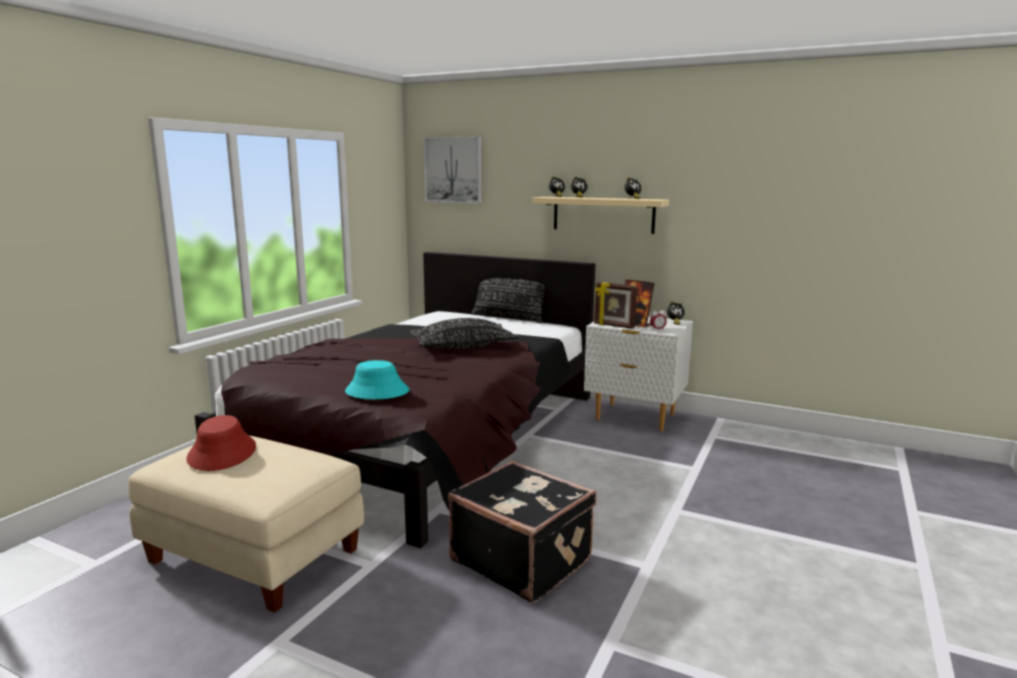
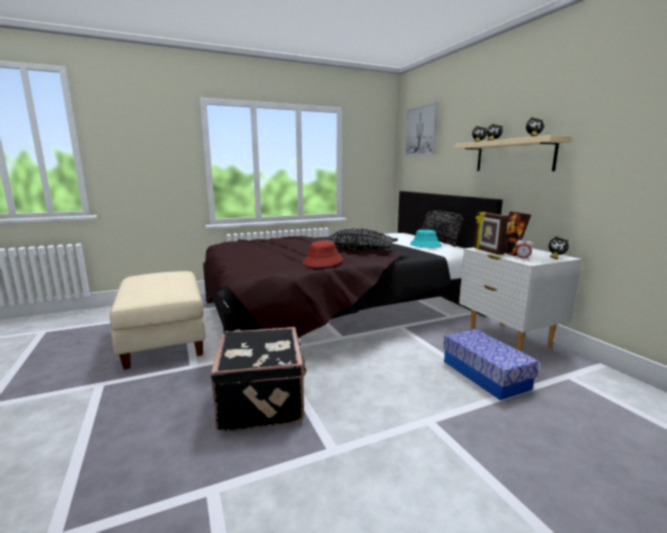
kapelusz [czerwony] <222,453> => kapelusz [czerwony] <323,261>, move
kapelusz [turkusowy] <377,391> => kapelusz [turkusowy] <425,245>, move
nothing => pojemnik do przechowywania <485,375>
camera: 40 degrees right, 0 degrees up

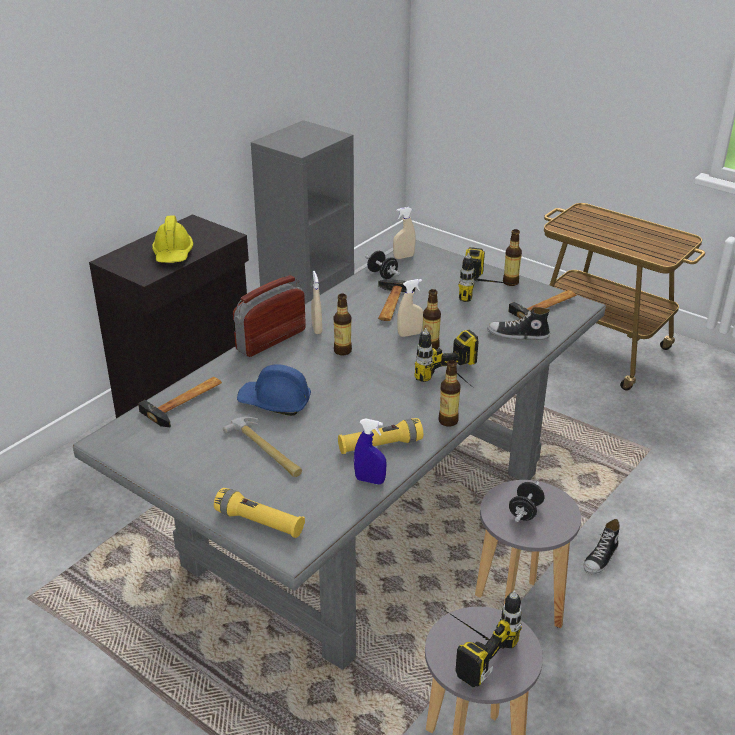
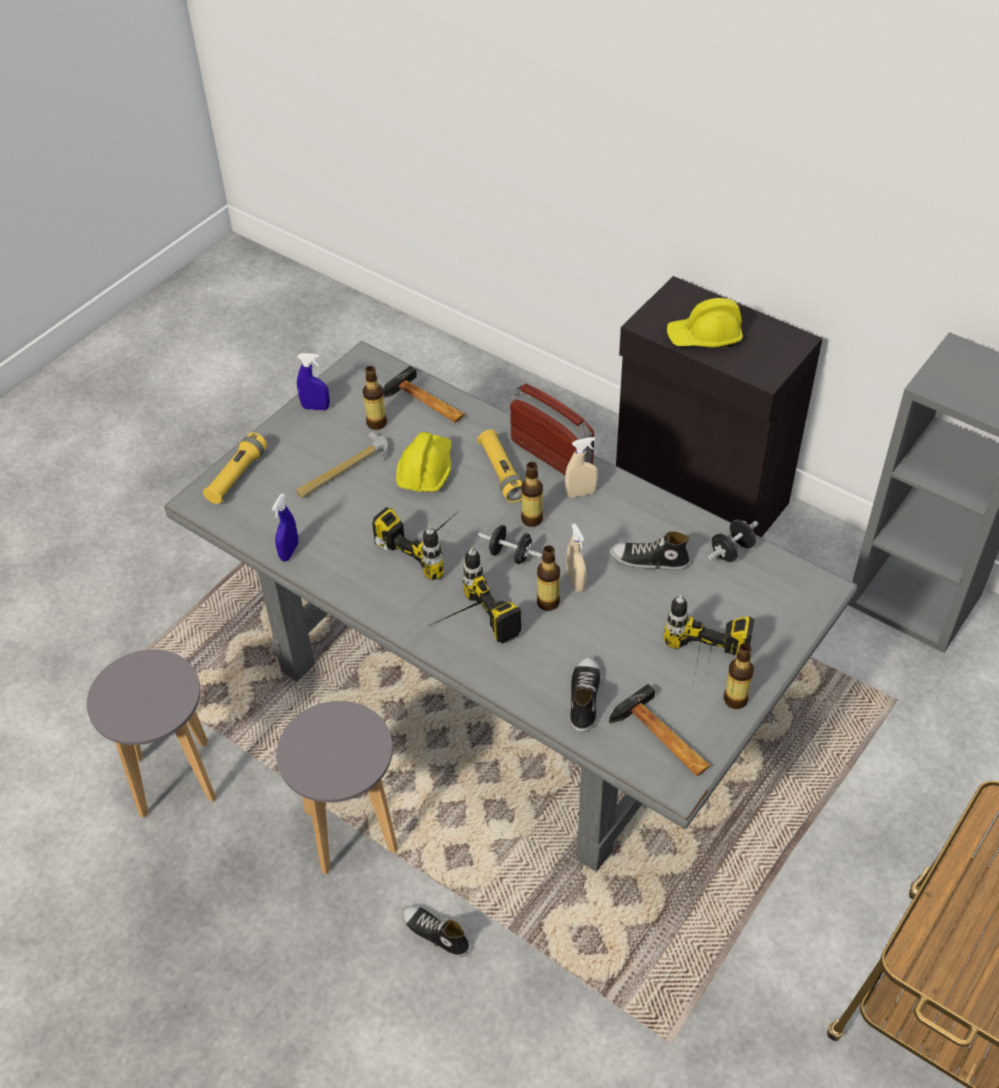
nothing => spryskiwacz [niebieski] <315,407>
butelka <448,421> => butelka <376,423>, move
wiertarka <467,645> => wiertarka <430,544>, move
kask [niebieski] <275,402> => kask [żółty] <425,469>
latarka [żółty] <380,445> => latarka [żółty] <502,473>, move
hantel [czarny] <525,511> => hantel [czarny] <510,555>, move
młotek <389,304> => but <649,561>
spryskiwacz [beżowy] <403,257> => nothing
camera: 90 degrees right, 15 degrees up

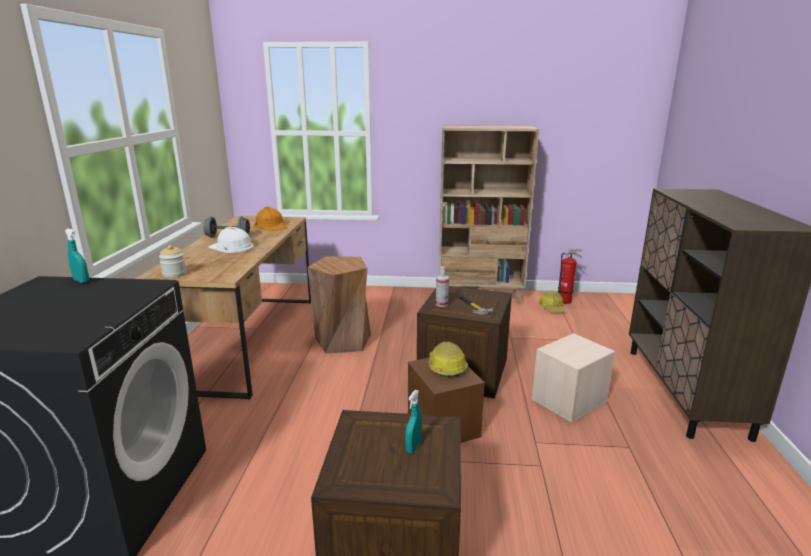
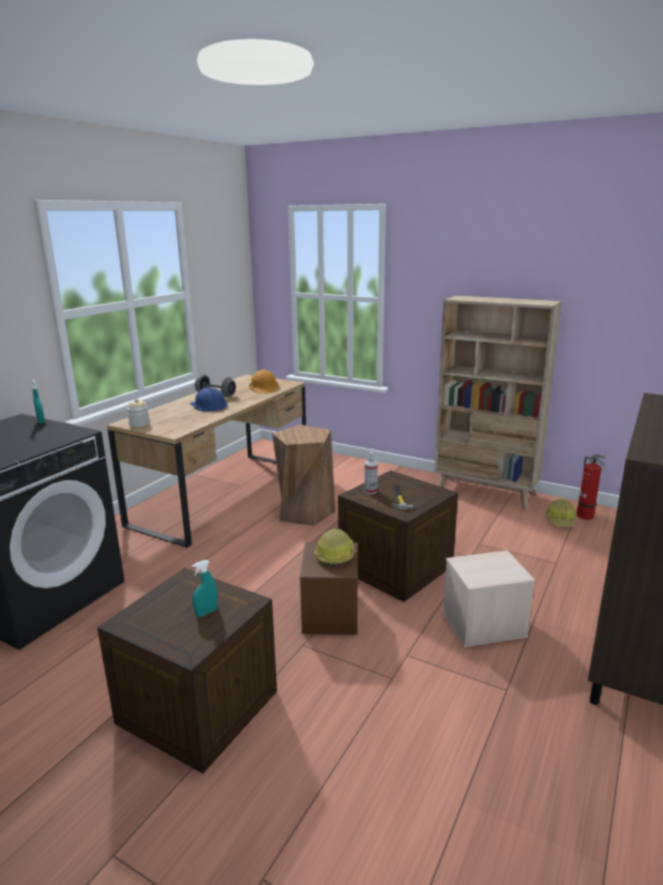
kask [biały] <231,247> => kask [niebieski] <208,405>
camera: 25 degrees right, 0 degrees up

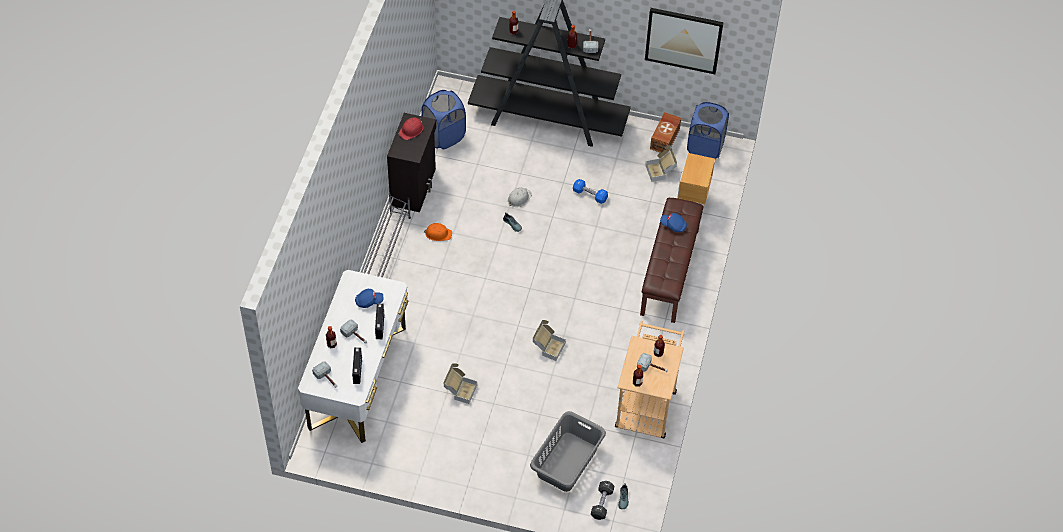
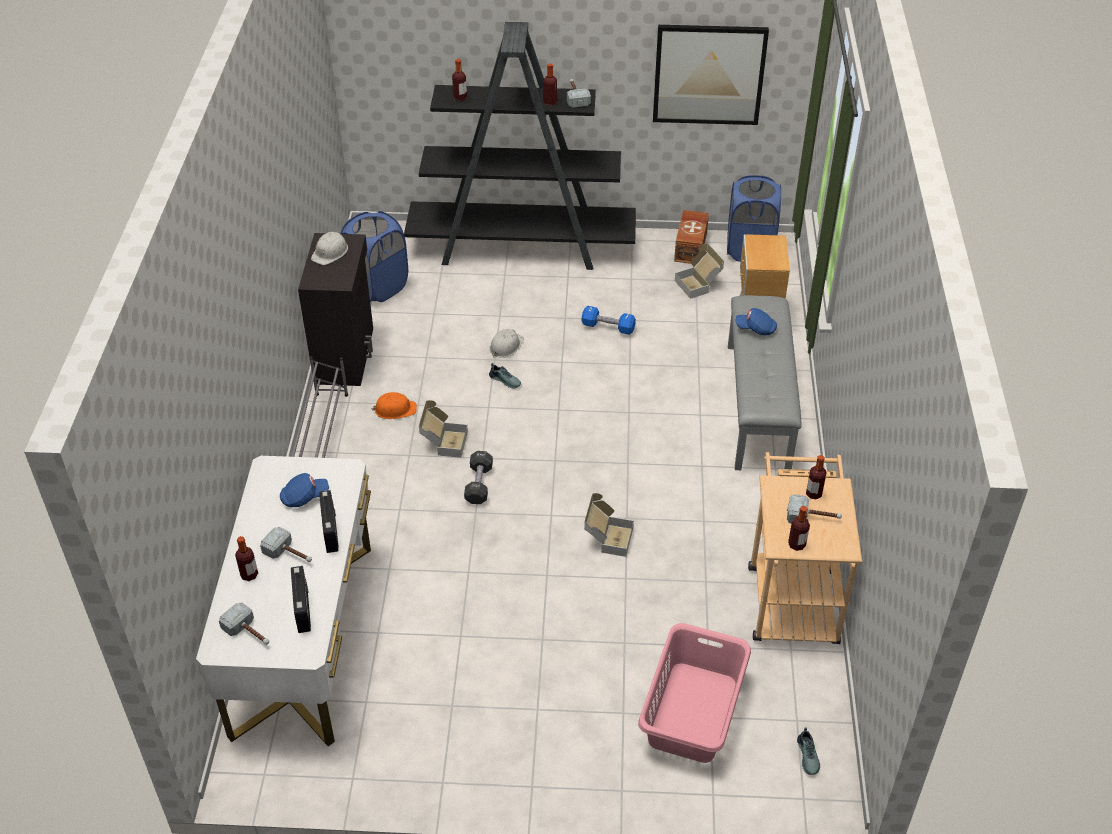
kask [czerwony] <411,130> => kask [biały] <330,252>
karton <459,390> => karton <443,443>, move
hantel [czarny] <602,503> => hantel [czarny] <479,484>, move
kosz na pranie [szary] <566,462> => kosz na pranie [różowy] <691,712>
ławka [brązowy] <670,272> => ławka [szary] <759,406>
camera: 10 degrees left, 10 degrees down

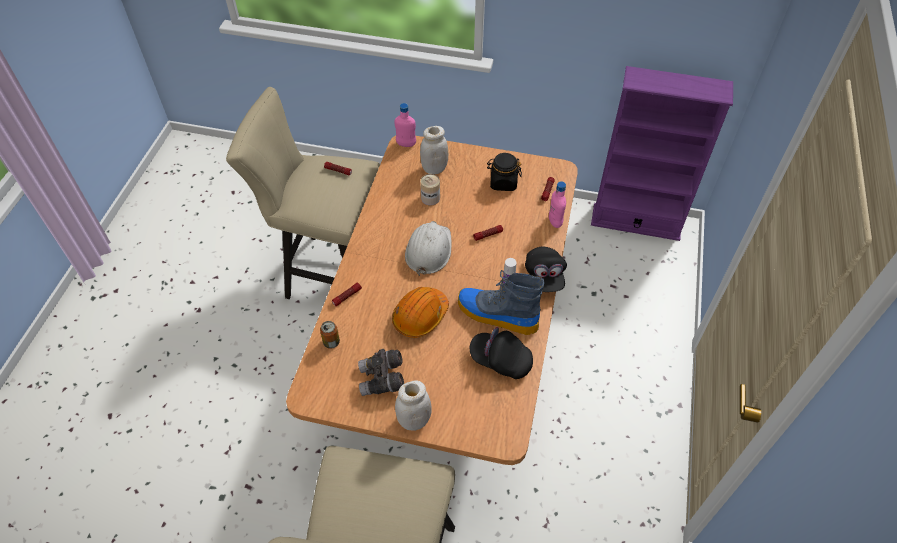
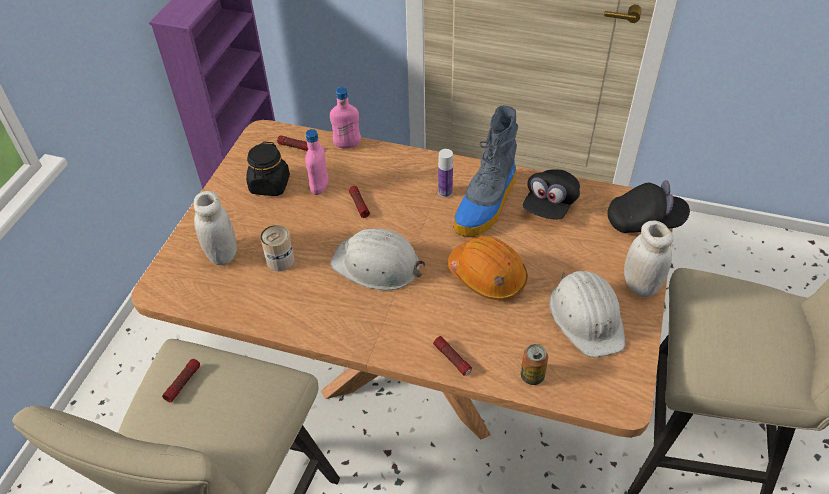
butelka [różowy] <406,144> => butelka [różowy] <320,187>, move
lornetka [szary] <382,379> => kask [biały] <587,317>
czapka z daszkiem [czarny] <544,276> => czapka z daszkiem [czarny] <644,221>, move
camera: 85 degrees left, 5 degrees down

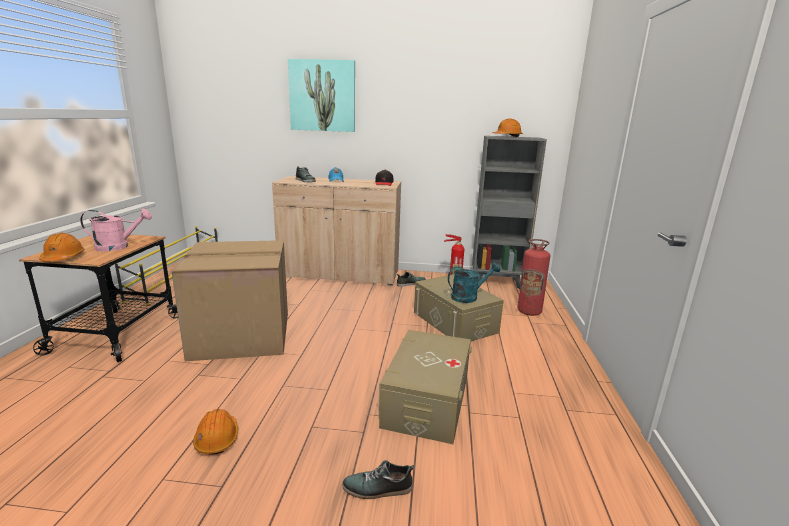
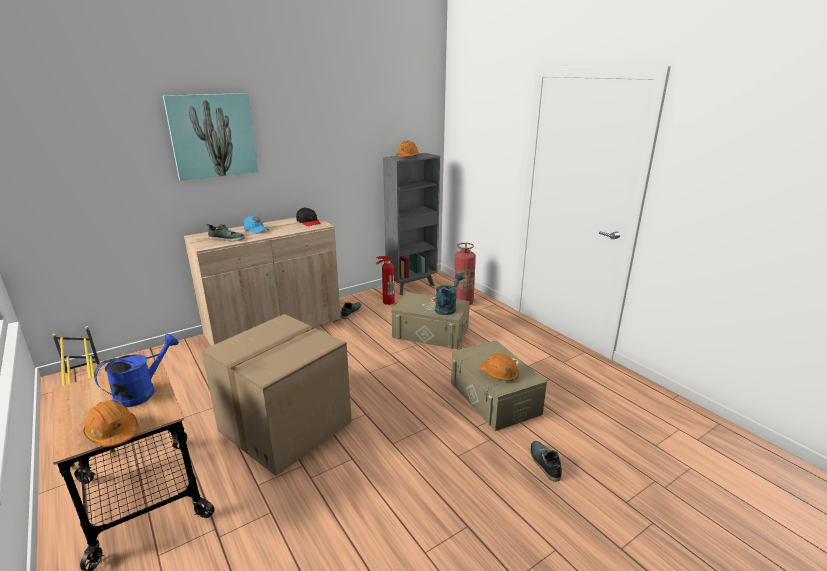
konewka [różowy] <118,247> => konewka [niebieski] <142,392>
kask [pomarańczowy] <217,439> => kask [pomarańczowy] <499,374>, move
but <377,488> => but <544,463>, 120 degrees clockwise
camera: 40 degrees left, 5 degrees up

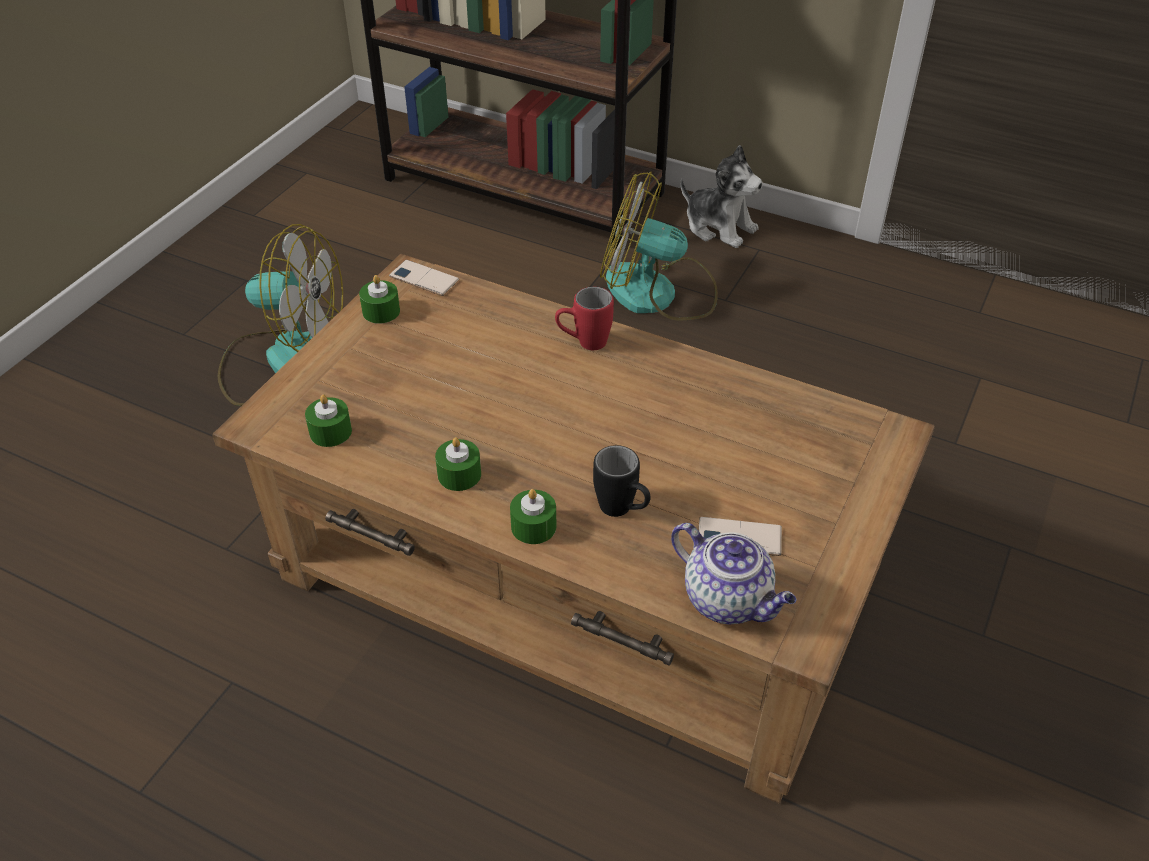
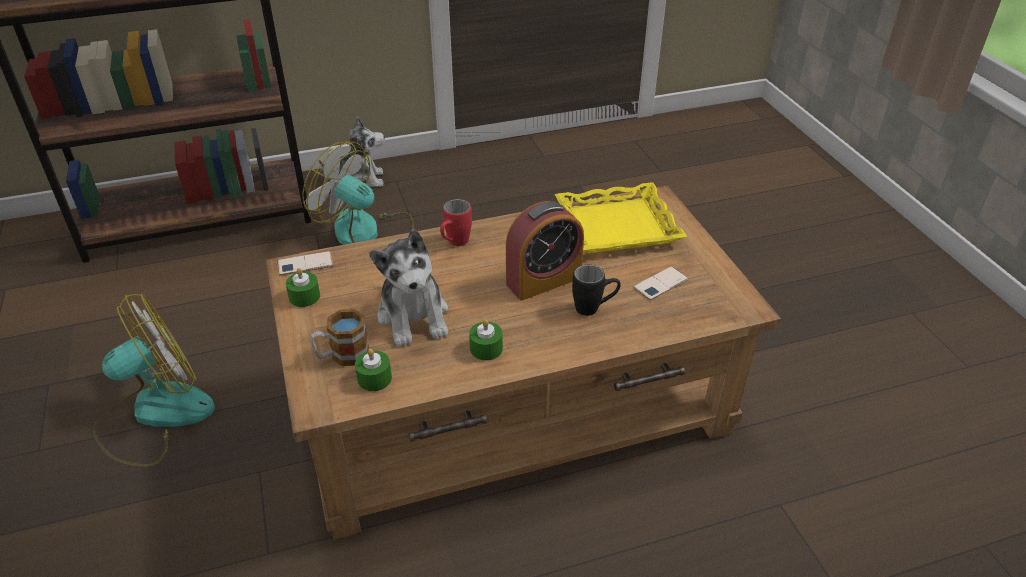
wentylator <657,293> => wentylator <367,233>, 60 degrees clockwise
nothing => kubek <342,355>
nothing => pluszak <414,316>
nothing => budzik <543,280>
nothing => taca [żółty] <617,227>
świeca [zielony] <533,526> => nothing
imbryk <729,600> => nothing
camera: 45 degrees left, 5 degrees down

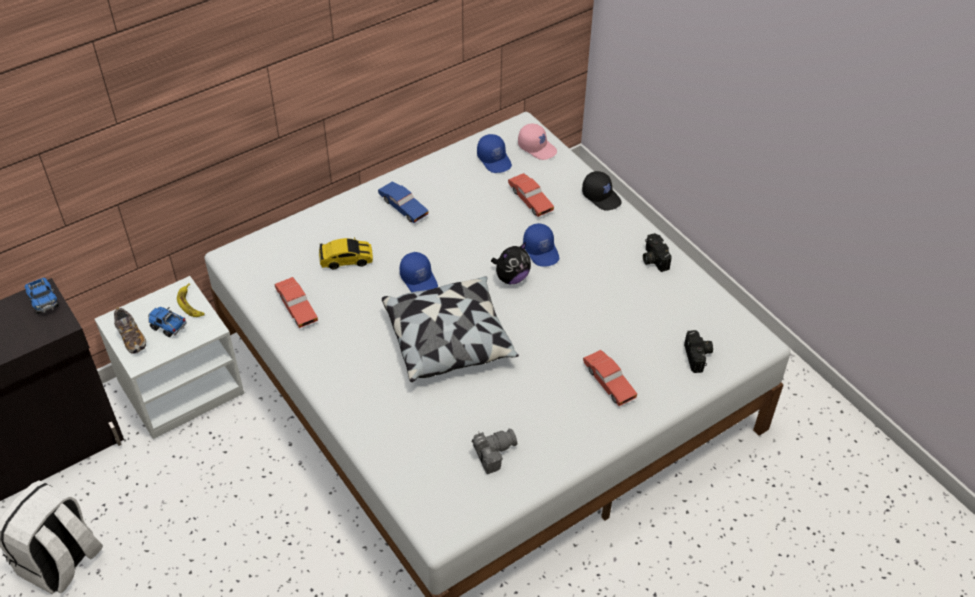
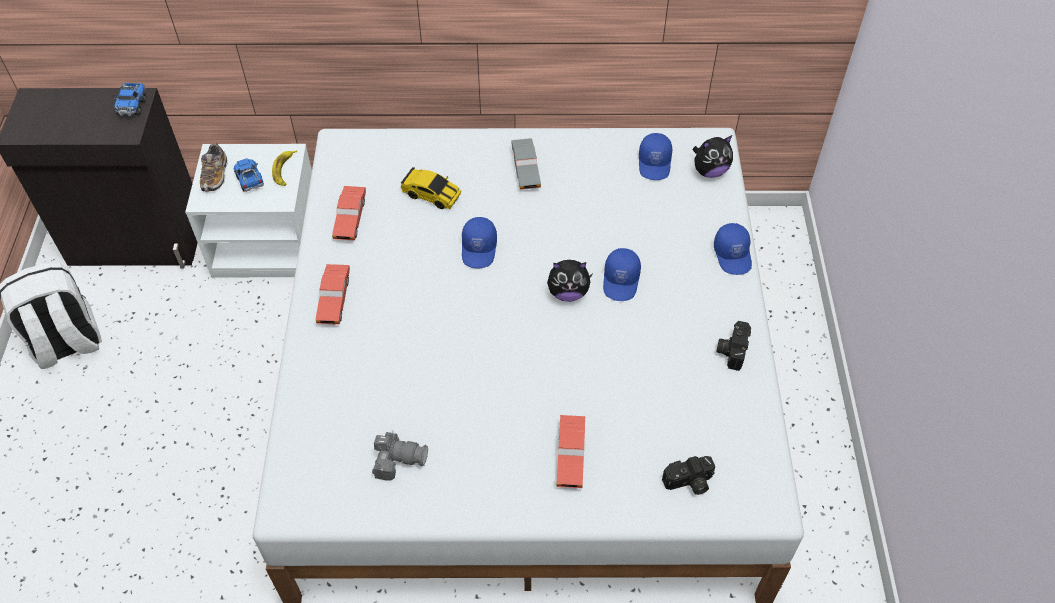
samochodzik [czerwony] <530,200> => samochodzik [czerwony] <334,299>, move
samochodzik [niebieski] <403,207> => samochodzik [szary] <525,169>
aparat fotograficzny <698,356> => aparat fotograficzny <689,483>, 45 degrees clockwise
czapka z daszkiem [różowy] <537,147> => pluszak <709,171>
czapka z daszkiem [czarny] <602,196> => czapka z daszkiem [niebieski] <733,255>
poduszka <449,340> => nothing
camera: 35 degrees right, 5 degrees up

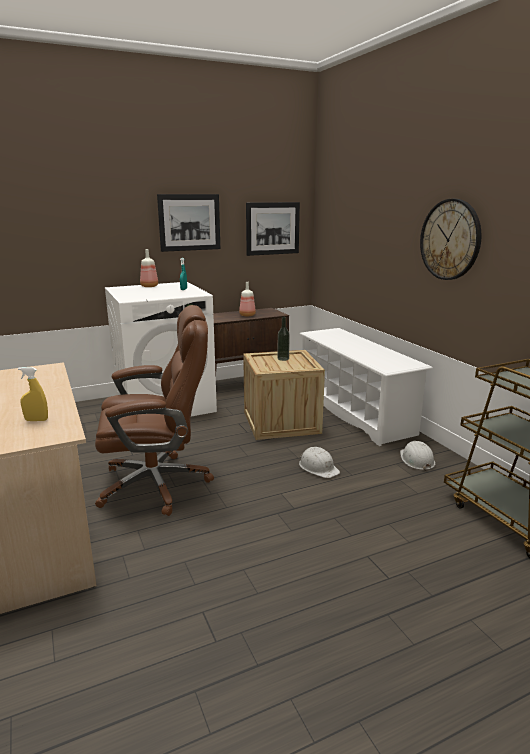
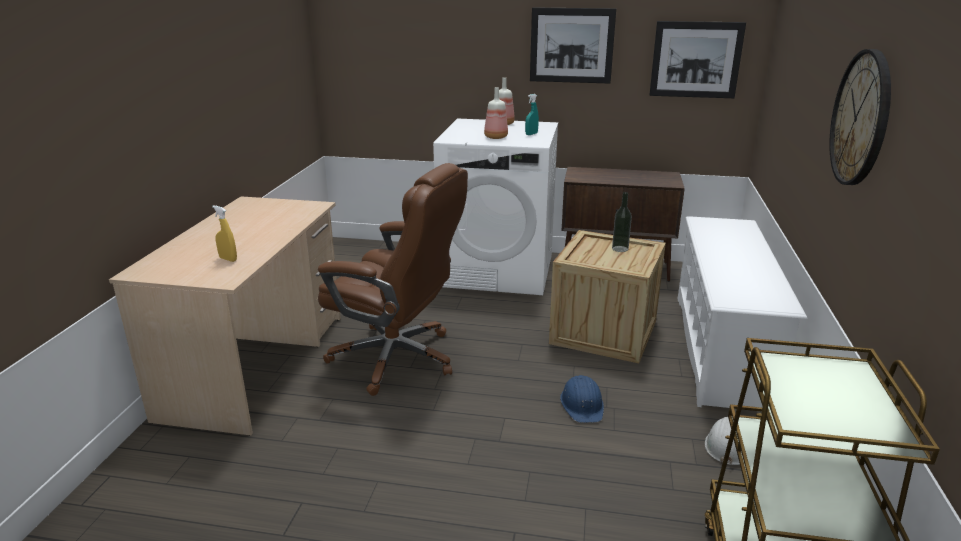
butelka <247,315> => butelka <495,137>, move
kask [biały] <318,467> => kask [niebieski] <582,405>
camera: 35 degrees right, 5 degrees up

